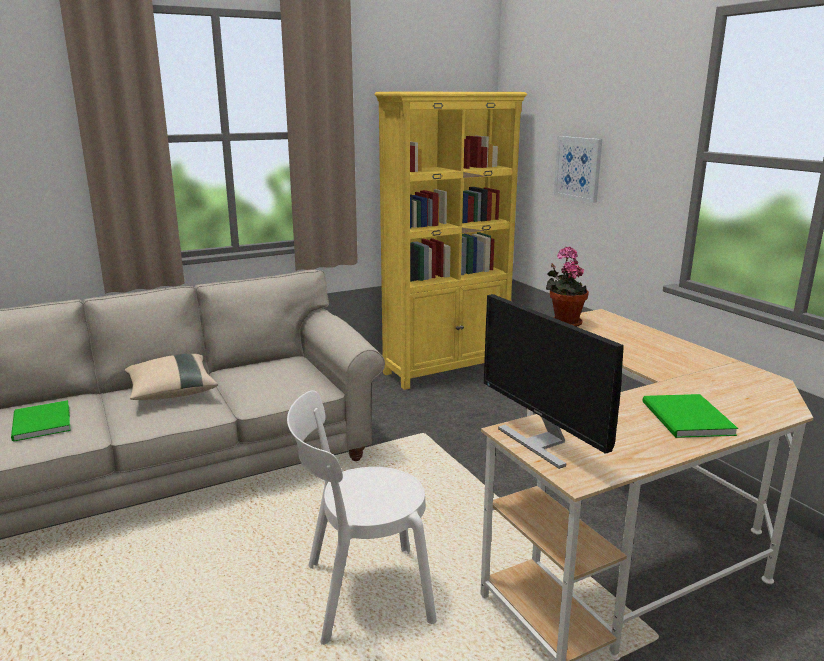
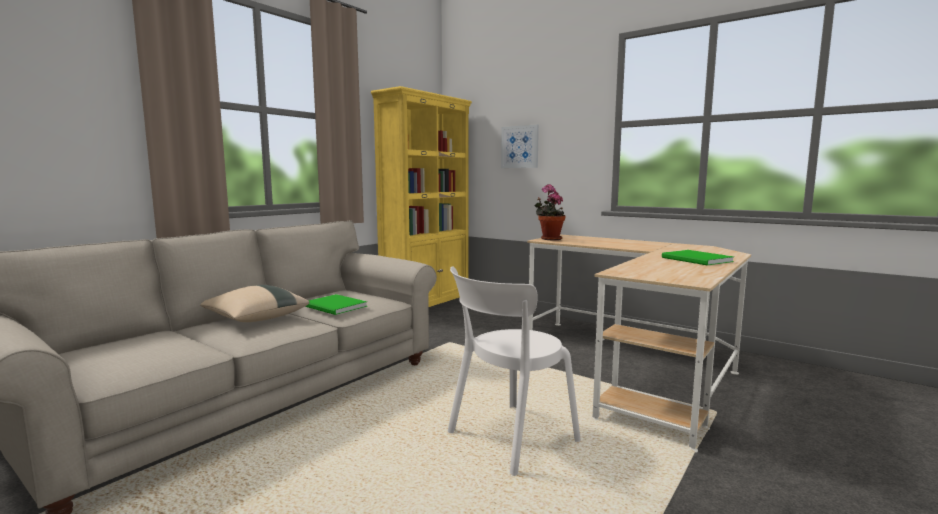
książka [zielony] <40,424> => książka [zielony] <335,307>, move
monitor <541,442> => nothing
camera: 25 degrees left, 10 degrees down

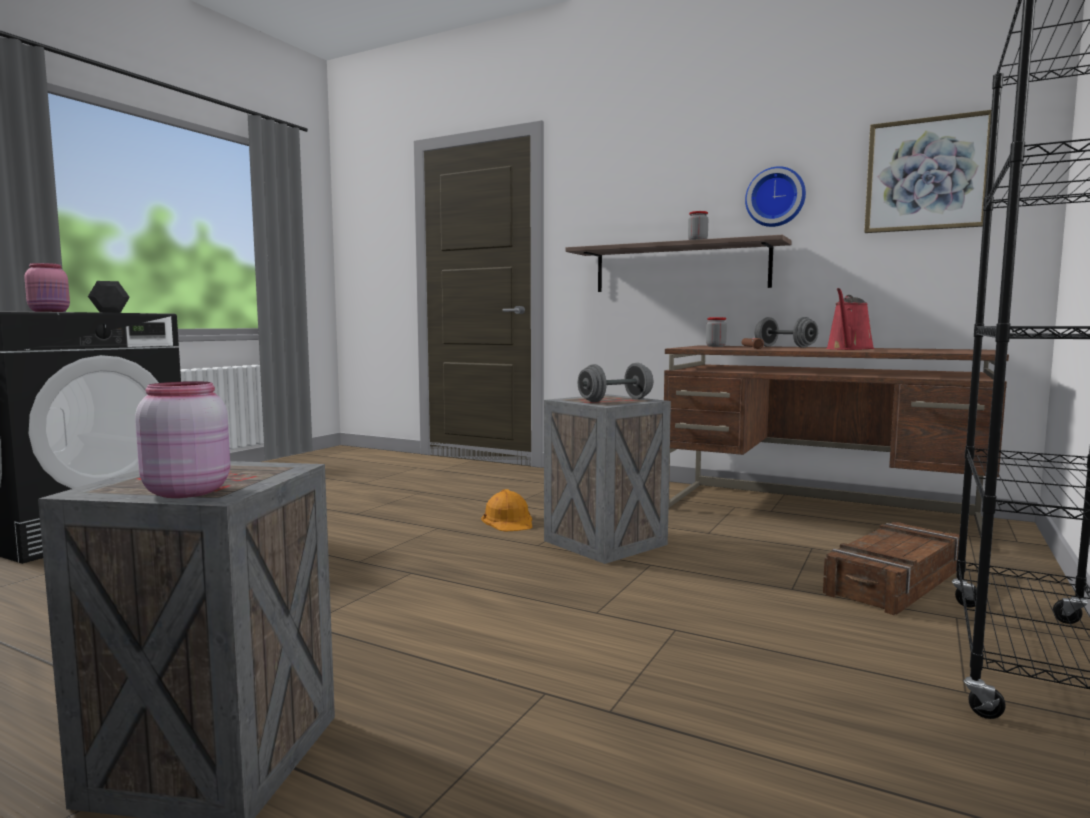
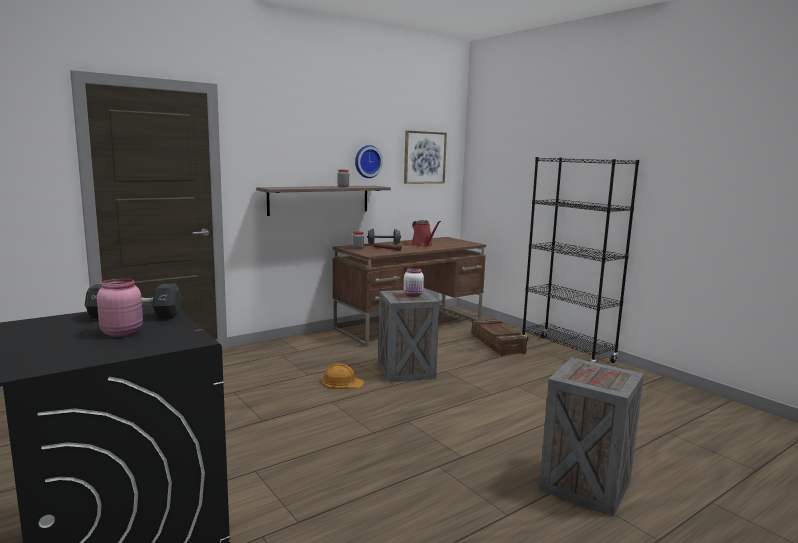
hantel [szary] <615,400> => słoik [biały] <413,295>
słoik [różowy] <186,491> => nothing
camera: 65 degrees left, 5 degrees up

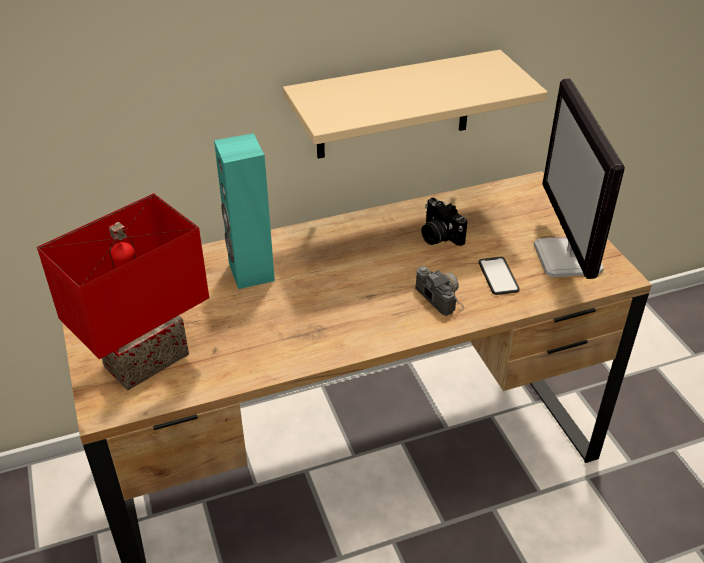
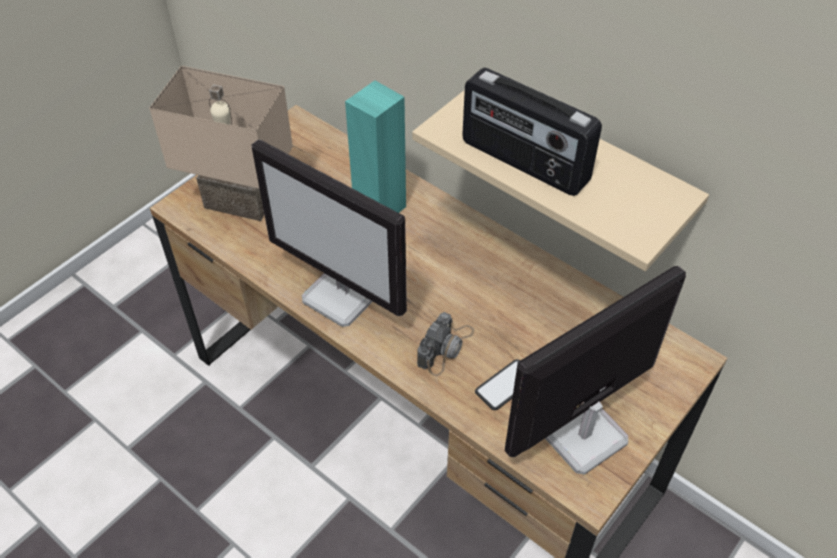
lampa stołowa [czerwony] <148,363> => lampa stołowa [beżowy] <237,203>
nothing => monitor <343,296>
nothing => radio <523,162>
aparat fotograficzny <438,236> => nothing
camera: 60 degrees right, 10 degrees up

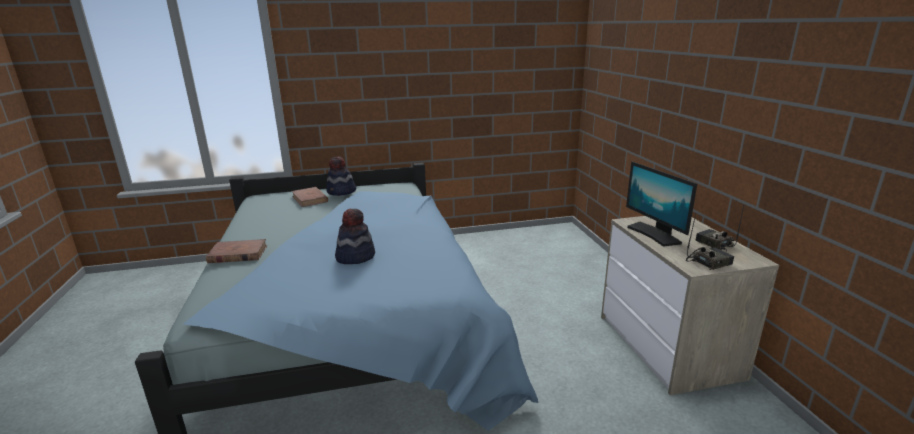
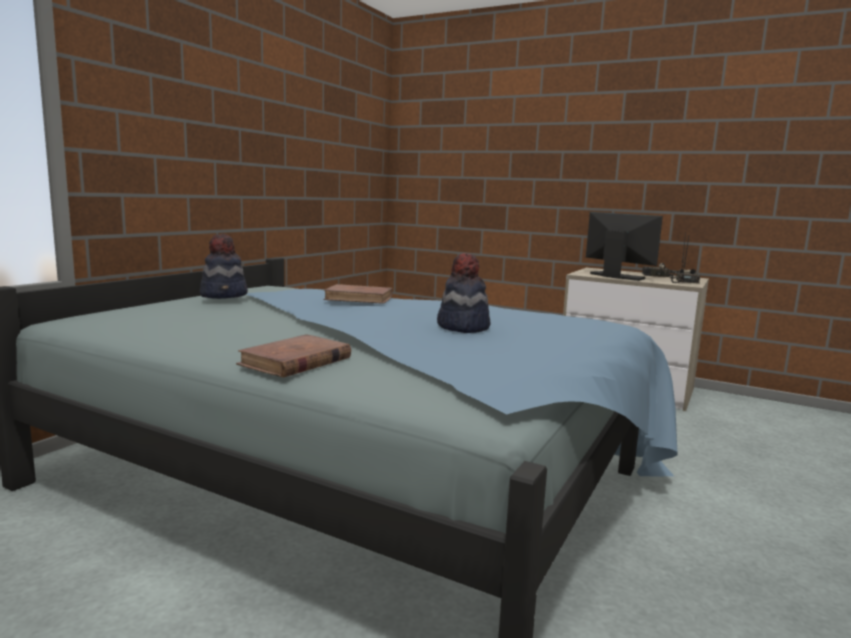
książka [brązowy] <310,199> => książka [brązowy] <359,298>, move
monitor <654,234> => monitor <616,276>, 150 degrees counterclockwise
camera: 50 degrees left, 10 degrees down

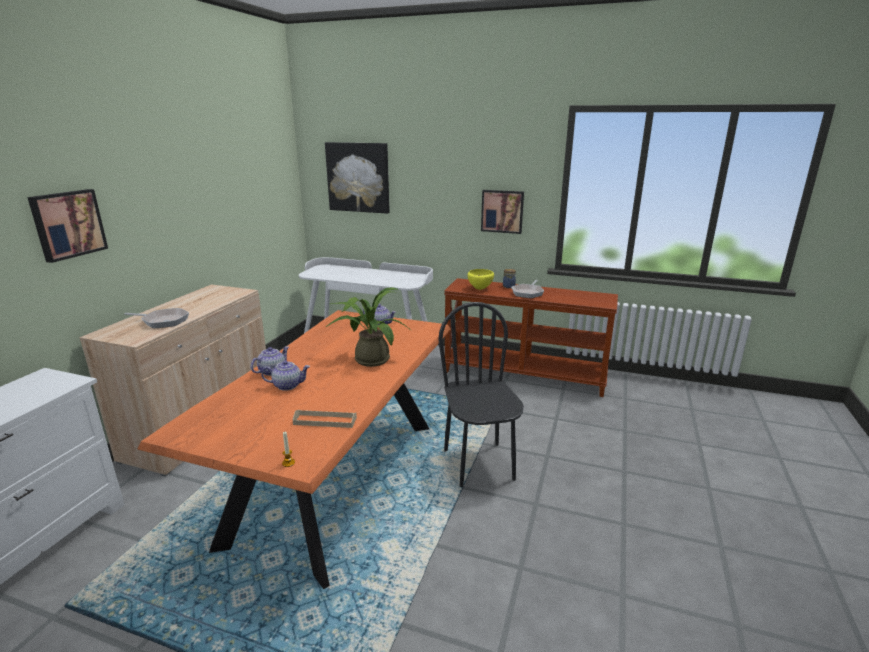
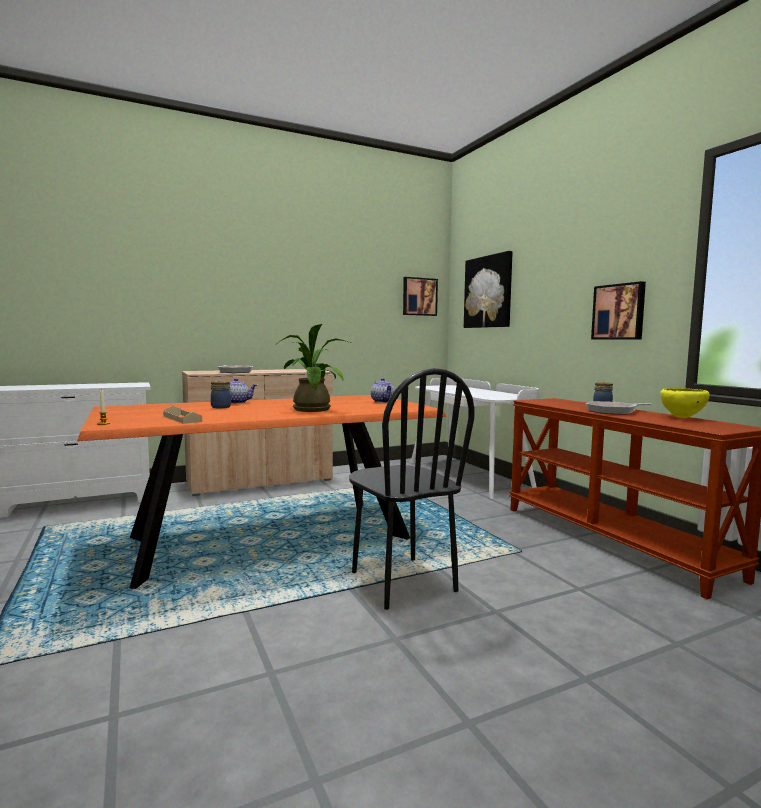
imbryk <288,385> => słoik <221,407>
krzesło [czarny] <479,464> => krzesło [czarny] <402,582>, 120 degrees clockwise
obraz <67,224> => obraz <419,297>, move
miska [żółty] <480,289> => miska [żółty] <681,418>, move
camera: 45 degrees right, 15 degrees down

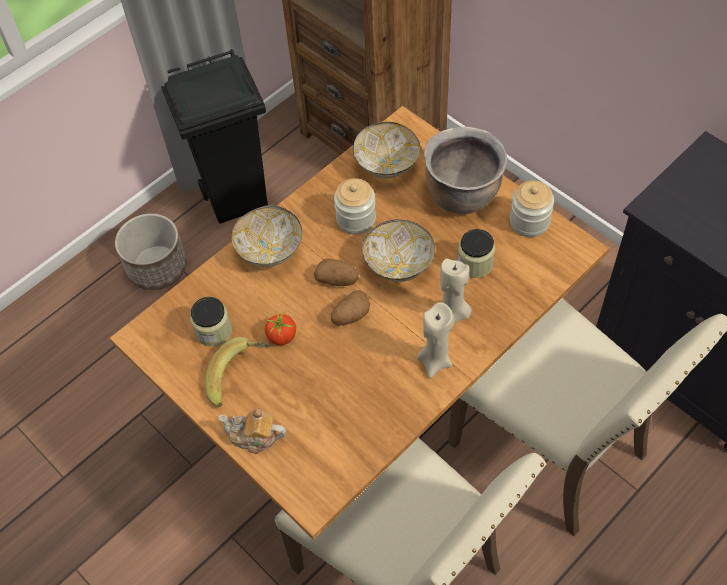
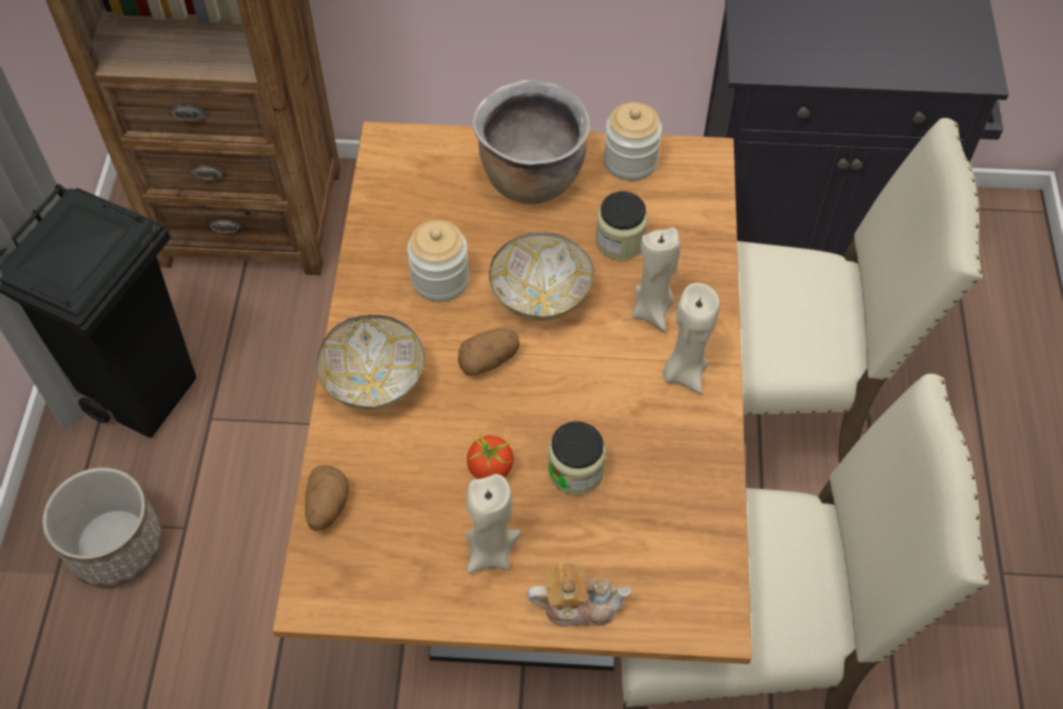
ziemniak <350,316> => ziemniak <327,507>, move
banan <240,378> => świeca [beżowy] <490,551>
imbryk <254,437> => imbryk <577,605>, 150 degrees counterclockwise
słoik <214,331> => słoik <575,471>, move
miska <387,166> => nothing
camera: 45 degrees left, 0 degrees up

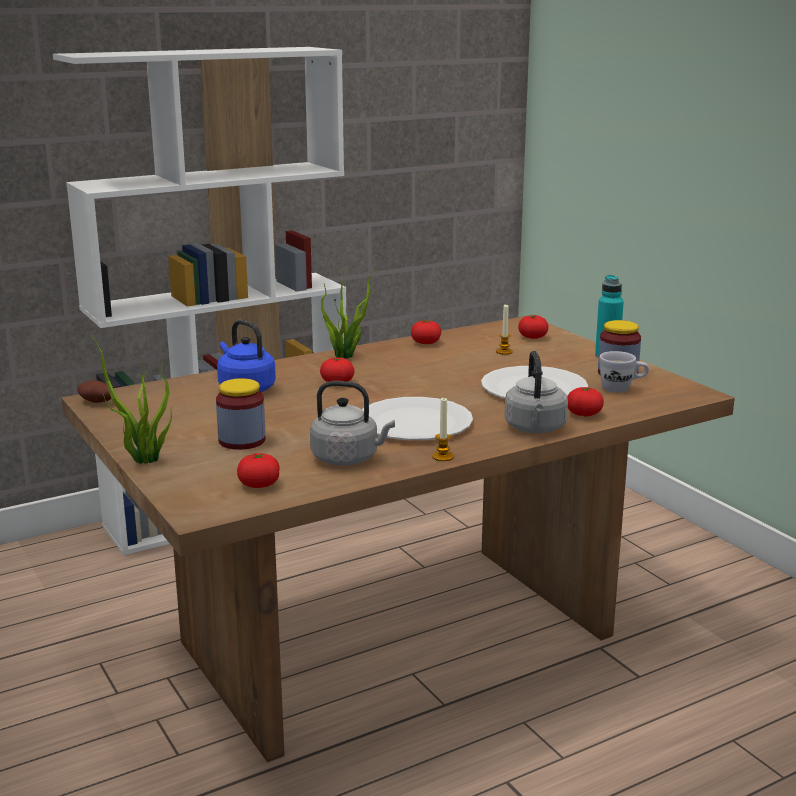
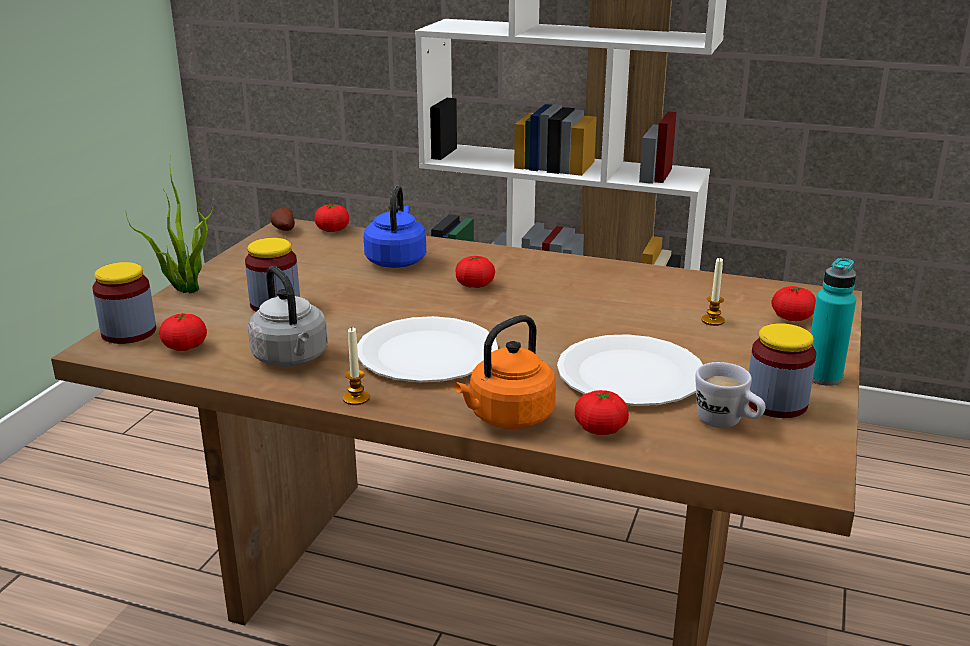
nothing => słoik <129,332>
pomidor <426,343> => pomidor <332,230>, move
czajnik [szary] <535,429> => czajnik [pomarańczowy] <508,417>
roślina doniczkowa <347,356> => nothing
camera: 50 degrees right, 5 degrees up

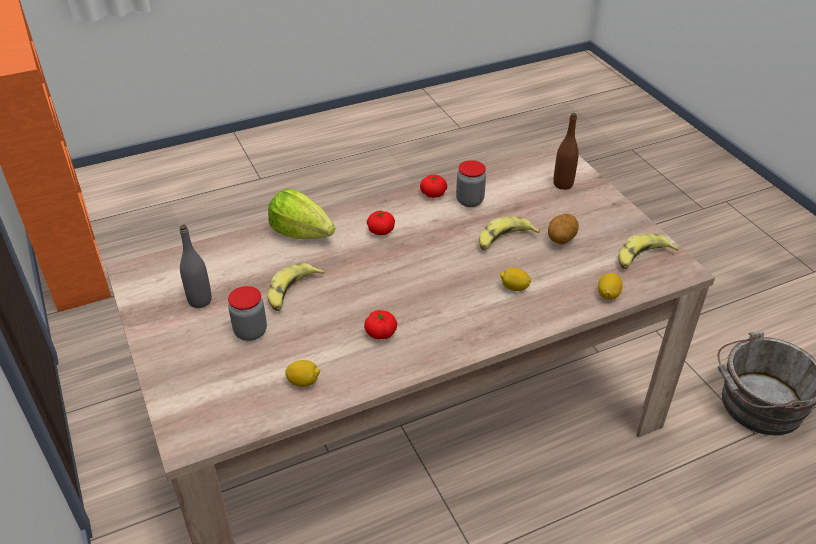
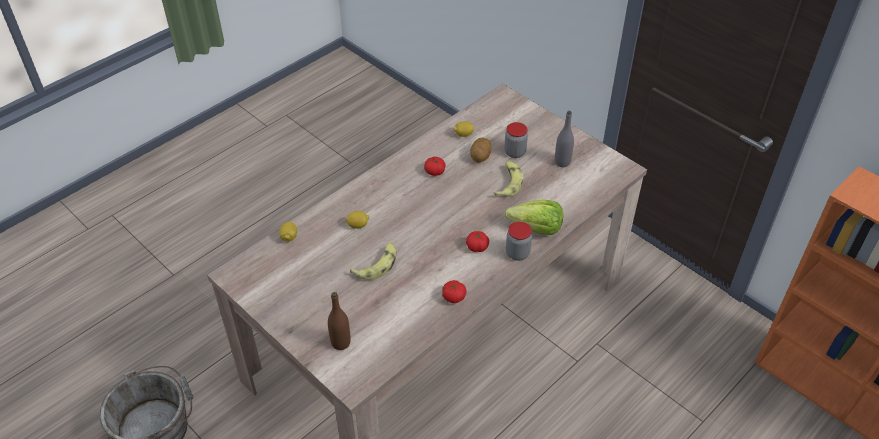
ziemniak <560,239> => ziemniak <480,157>, move
słoik <469,201> => słoik <517,253>, move
banan <642,258> => nothing
camera: 160 degrees right, 5 degrees up

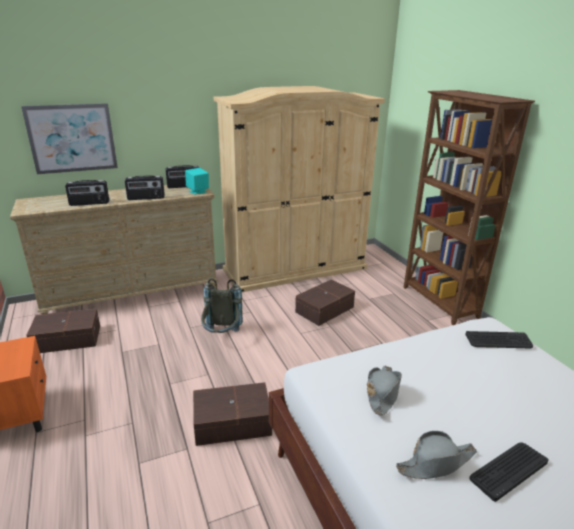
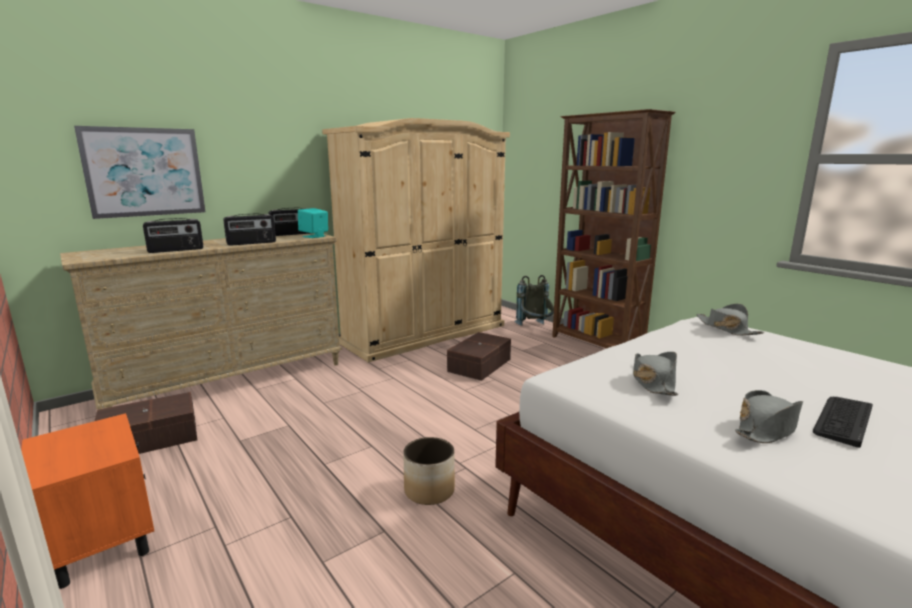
pojemnik do przechowywania [brązowy] <231,422> => donica <429,490>
plecak [szary] <222,337> => plecak [szary] <535,328>, move
klawiatura <498,341> => kapelusz [szary] <726,328>
camera: 15 degrees left, 10 degrees down

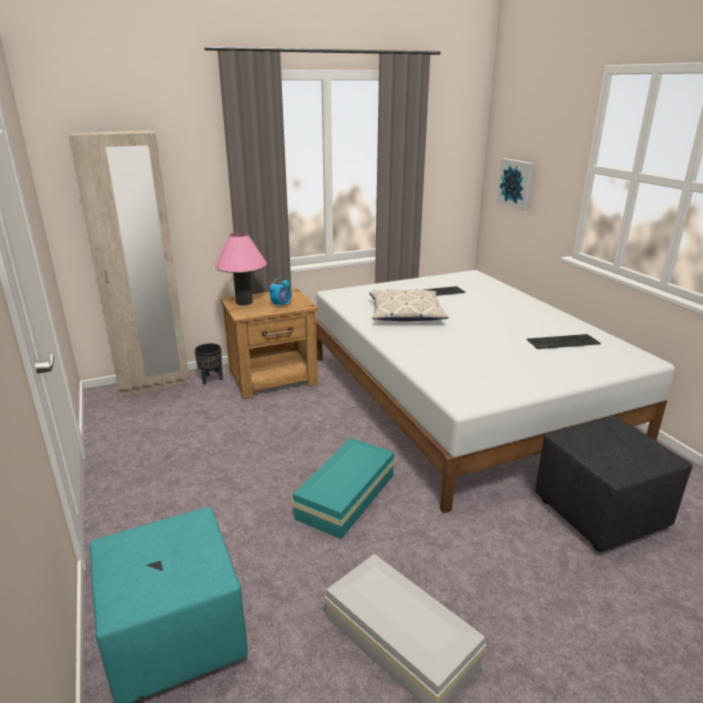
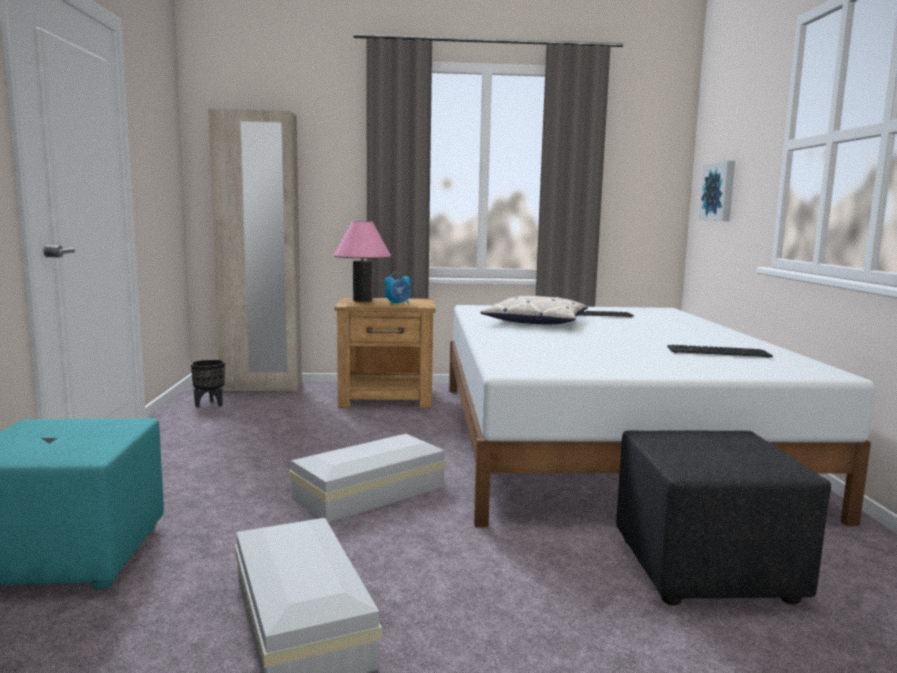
donica [czarny] <211,379> => donica [czarny] <210,404>, move
pojemnik do przechowywania [turkusowy] <348,496> => pojemnik do przechowywania [biały] <372,492>
camera: 20 degrees right, 15 degrees down

